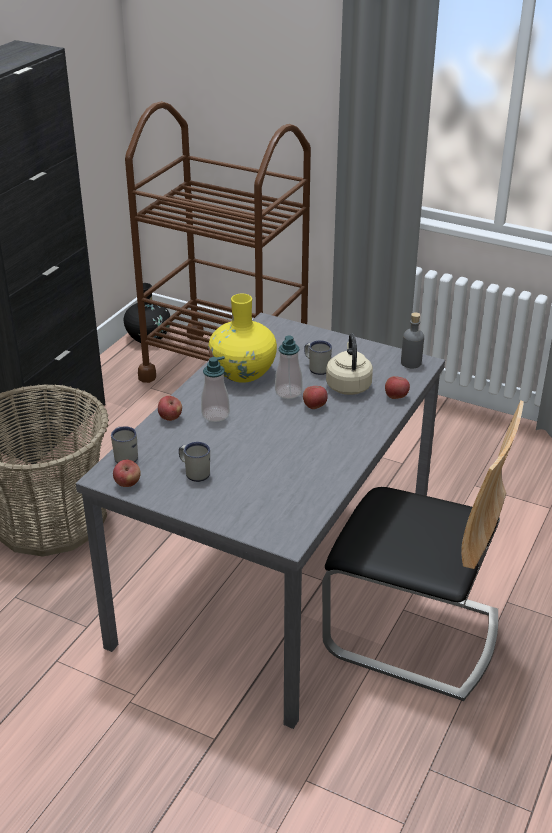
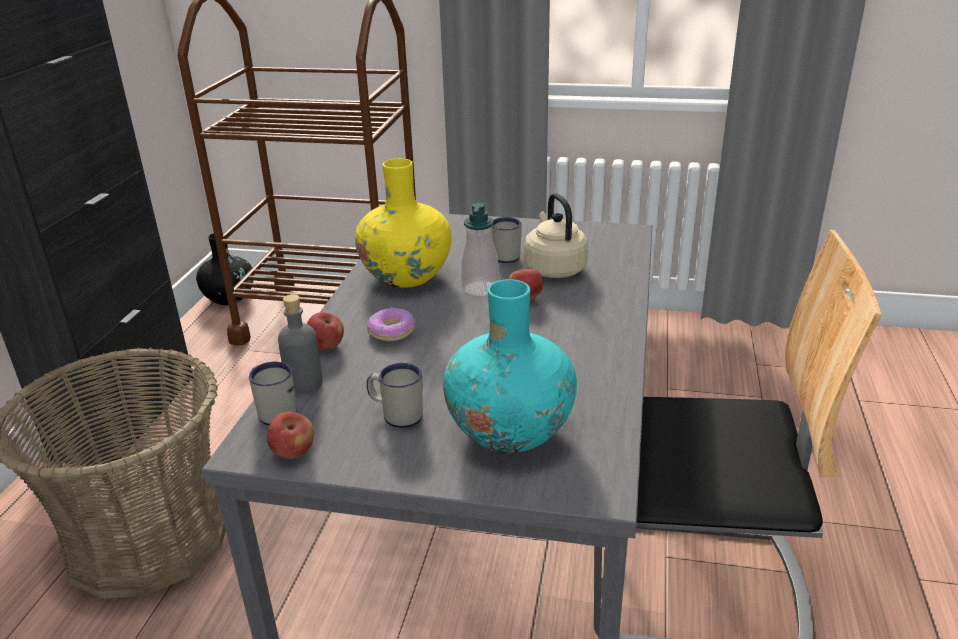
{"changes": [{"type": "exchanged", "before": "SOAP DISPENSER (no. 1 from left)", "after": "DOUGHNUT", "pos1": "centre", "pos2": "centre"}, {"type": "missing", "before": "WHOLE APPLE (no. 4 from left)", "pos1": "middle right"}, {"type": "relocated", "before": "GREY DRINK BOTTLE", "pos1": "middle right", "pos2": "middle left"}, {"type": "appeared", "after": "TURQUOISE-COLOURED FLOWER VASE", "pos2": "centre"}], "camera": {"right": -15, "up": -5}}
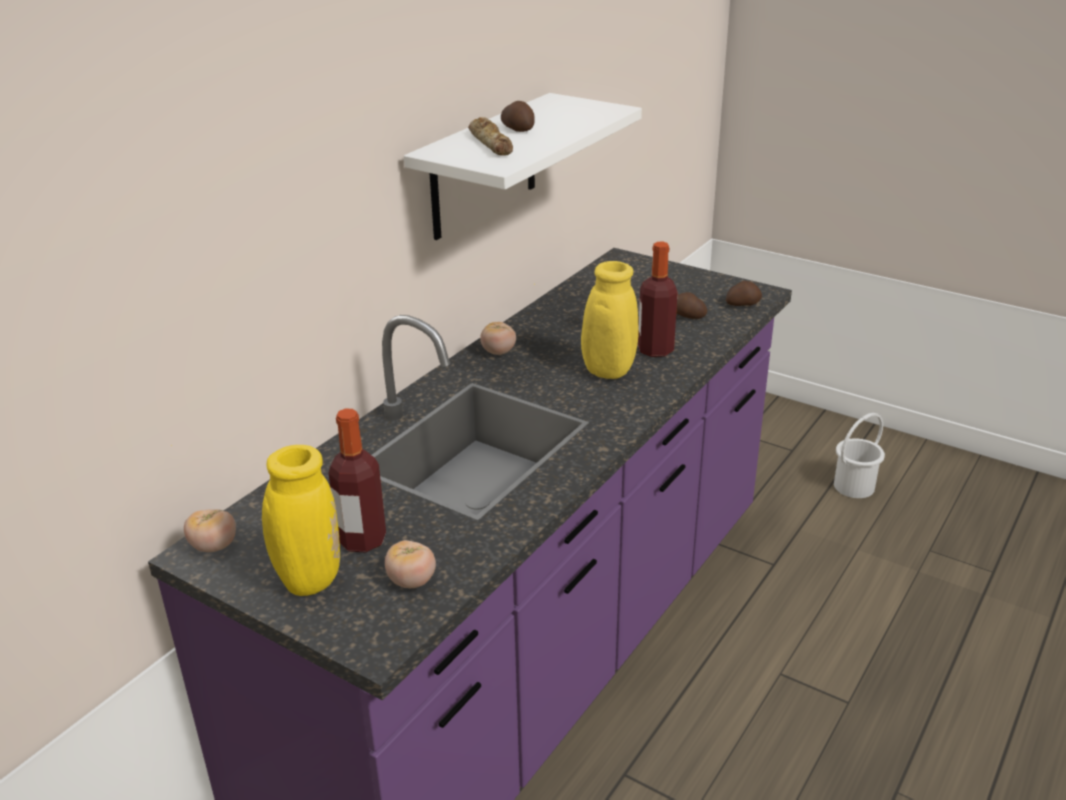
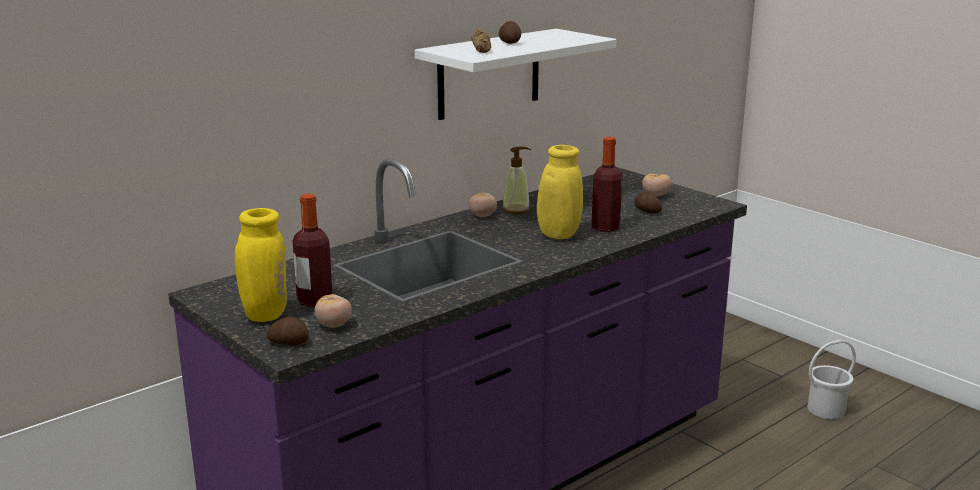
{"changes": [{"type": "relocated", "before": "TOMATO (no. 1 from left in the first image)", "after": "TOMATO (no. 3 from left)", "pos1": "middle left", "pos2": "middle right"}, {"type": "relocated", "before": "SPUD (no. 3 from left in the first image)", "after": "SPUD (no. 1 from left)", "pos1": "middle right", "pos2": "bottom left"}, {"type": "appeared", "after": "SOAP DISPENSER", "pos2": "centre"}], "camera": {"right": 15, "up": -10}}
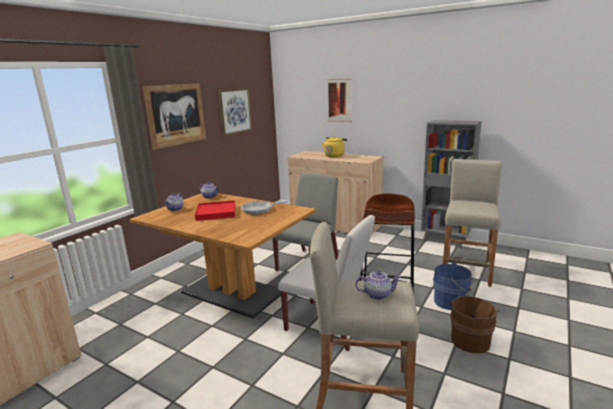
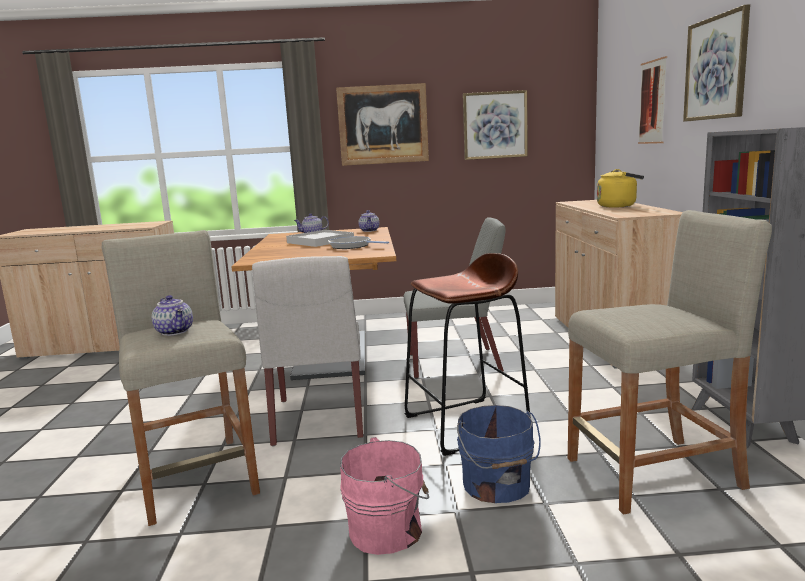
{"changes": [{"type": "colour", "before": "RED-COLOURED CARRYING TRAY", "after": "WHITE-COLOURED CARRYING TRAY", "pos1": "centre", "pos2": "centre"}, {"type": "colour", "before": "BROWNISH PAIL", "after": "PINK PAIL", "pos1": "bottom right", "pos2": "bottom centre"}, {"type": "appeared", "after": "WALL ART (no. 4 from left)", "pos2": "top right"}], "camera": {"right": 55, "up": -5}}
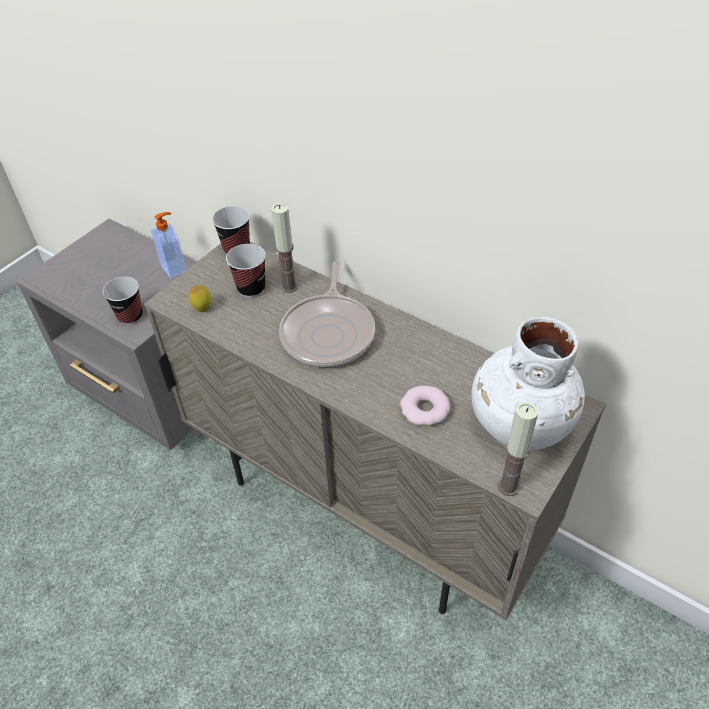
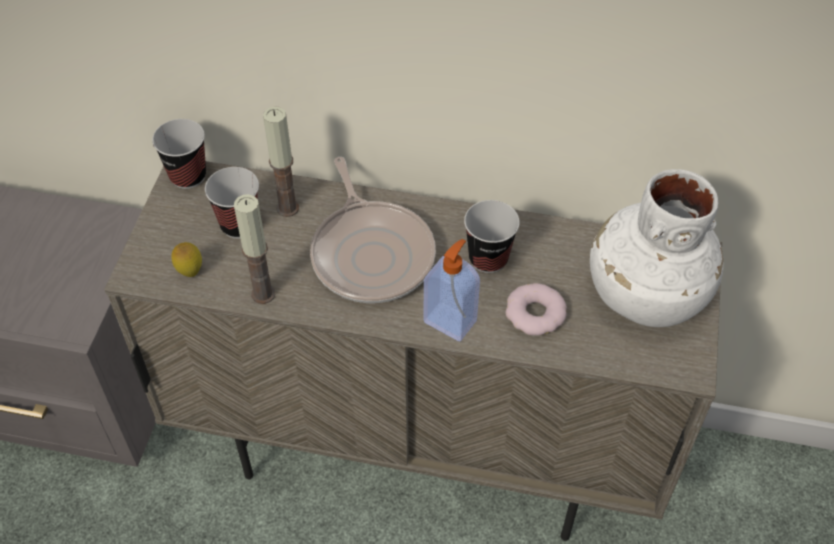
{"changes": [{"type": "relocated", "before": "CUP (no. 1 from left in the first image)", "after": "CUP (no. 3 from left)", "pos1": "middle left", "pos2": "centre"}, {"type": "relocated", "before": "SOAP DISPENSER", "pos1": "middle left", "pos2": "centre"}, {"type": "relocated", "before": "WAX LIGHT (no. 2 from left in the first image)", "after": "WAX LIGHT (no. 1 from left)", "pos1": "middle right", "pos2": "middle left"}], "camera": {"right": -25, "up": 5}}
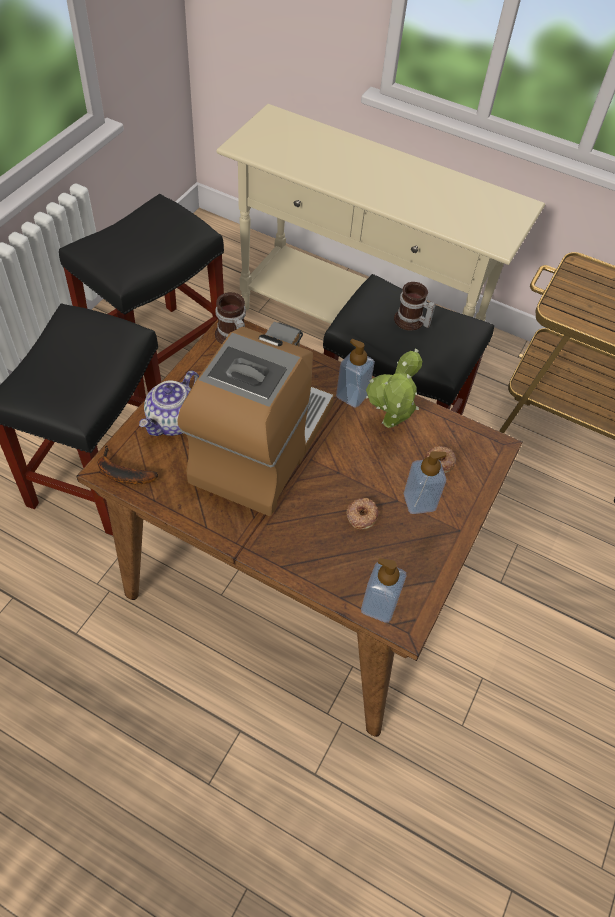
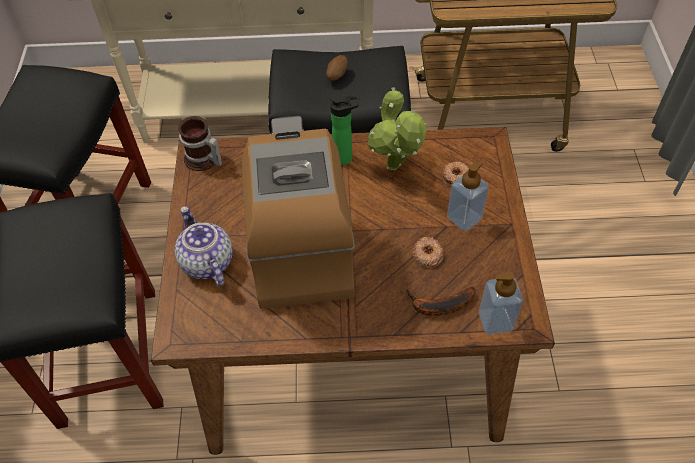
{"changes": [{"type": "relocated", "before": "BANANA", "pos1": "middle left", "pos2": "centre"}, {"type": "spun", "before": "POT FOR TEA", "pos1": "middle left", "pos2": "middle left", "turn": 150}, {"type": "exchanged", "before": "SOAP DISPENSER (no. 1 from left)", "after": "DRINK BOTTLE", "pos1": "centre", "pos2": "top centre"}, {"type": "exchanged", "before": "MUG (no. 2 from left)", "after": "SPUD", "pos1": "middle right", "pos2": "top centre"}], "camera": {"right": -25, "up": 0}}
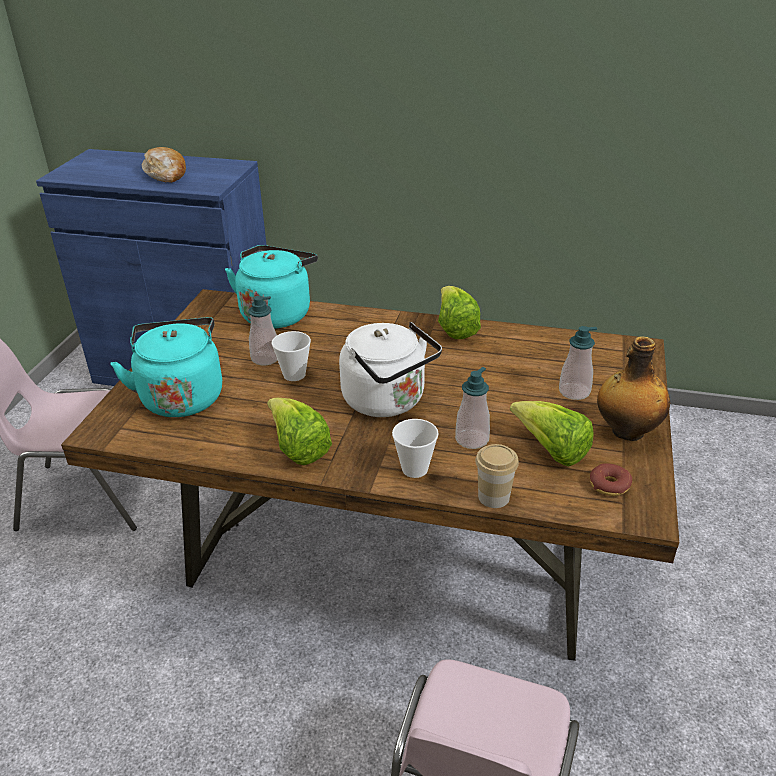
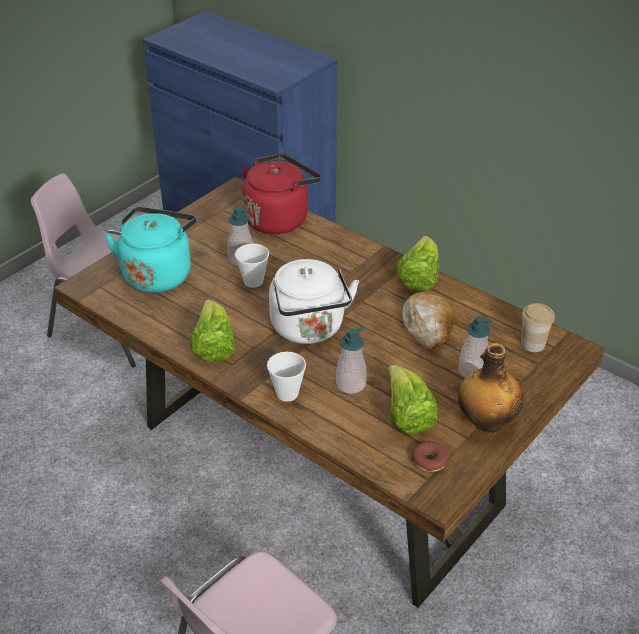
{"changes": [{"type": "relocated", "before": "BREAD", "pos1": "top left", "pos2": "middle right"}, {"type": "colour", "before": "TURQUOISE-COLOURED TEA KETTLE (no. 2 from left)", "after": "RED-COLOURED TEA KETTLE", "pos1": "centre", "pos2": "top centre"}, {"type": "relocated", "before": "CUP (no. 3 from left)", "pos1": "centre", "pos2": "middle right"}], "camera": {"right": 25, "up": 5}}
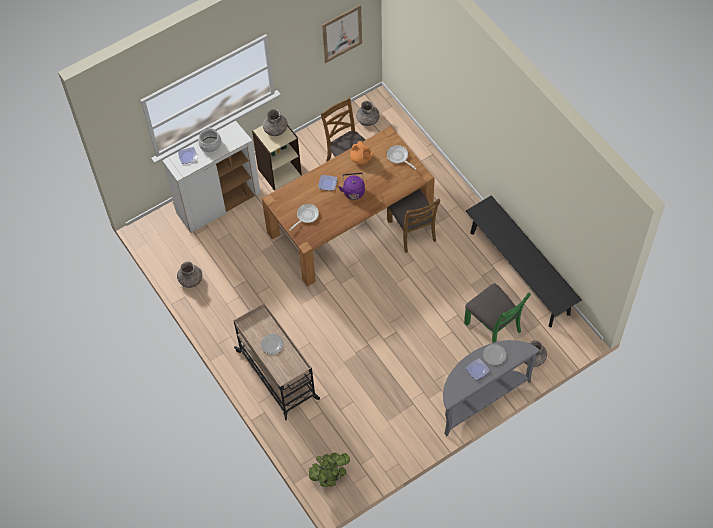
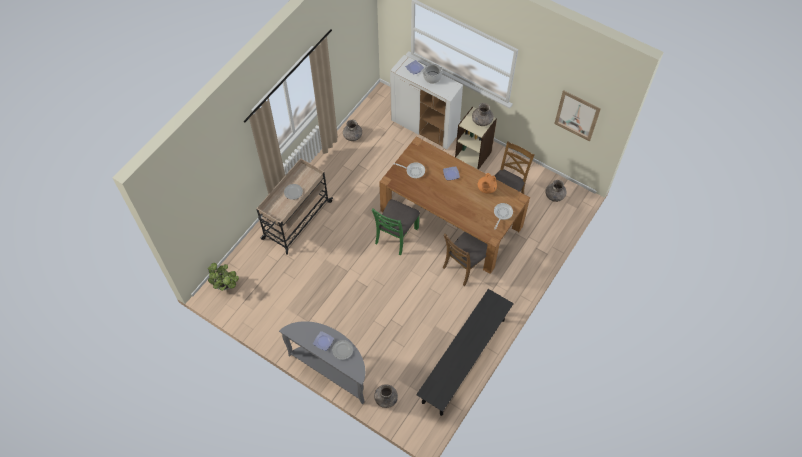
{"changes": [{"type": "missing", "before": "PURPLISH TEA KETTLE", "pos1": "centre"}, {"type": "relocated", "before": "GREEN-COLOURED CHAIR", "pos1": "middle right", "pos2": "centre"}], "camera": {"right": 65, "up": 0}}
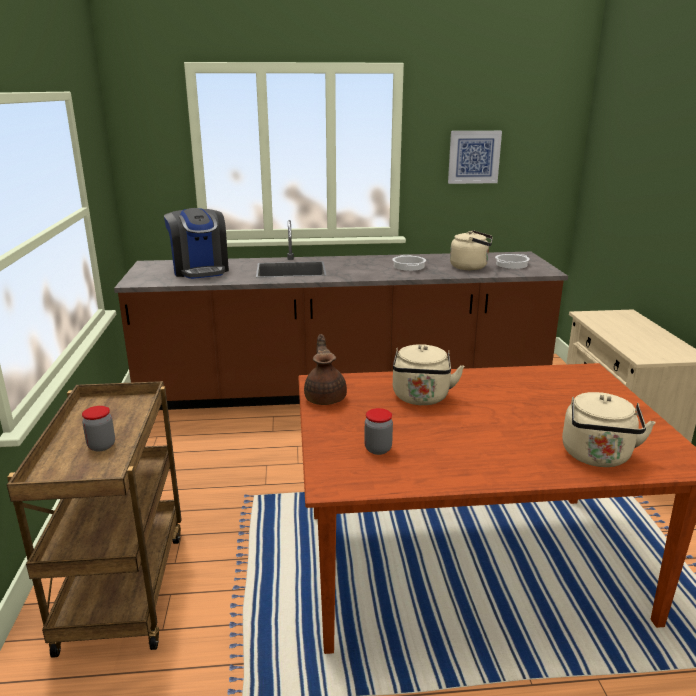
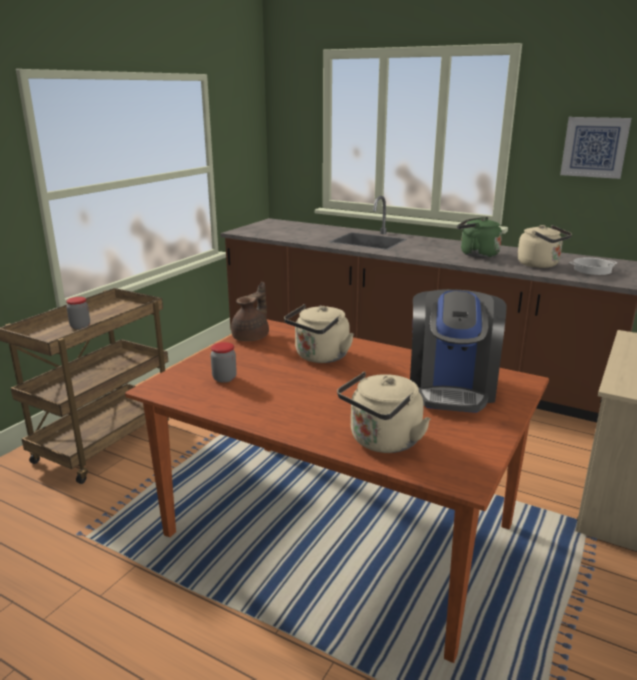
{"changes": [{"type": "relocated", "before": "COFFEE MACHINE", "pos1": "middle left", "pos2": "middle right"}, {"type": "exchanged", "before": "SAUCEPOT (no. 1 from left)", "after": "GREEN-COLOURED TEA KETTLE", "pos1": "centre", "pos2": "middle right"}], "camera": {"right": 35, "up": 0}}
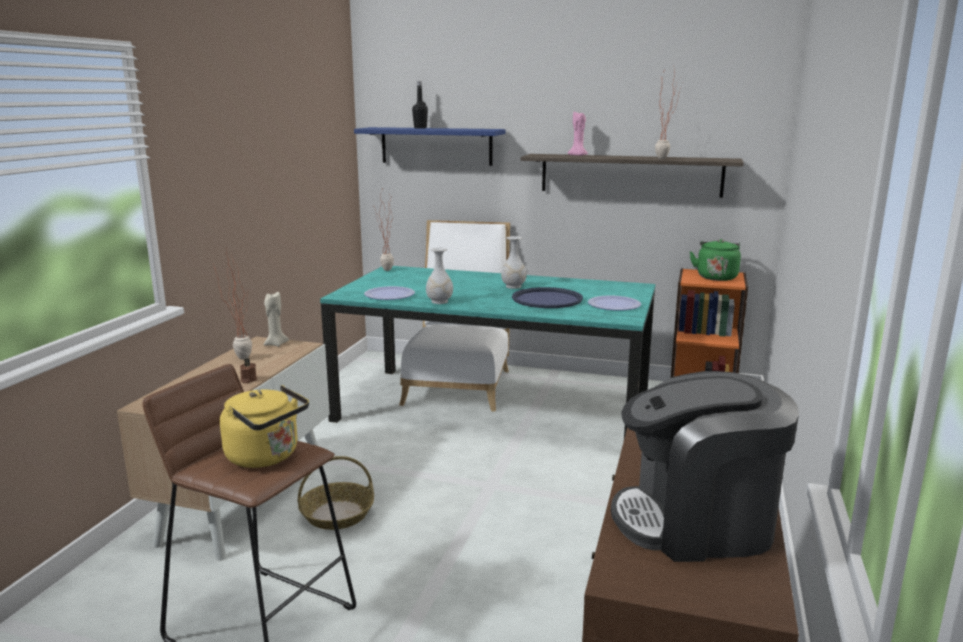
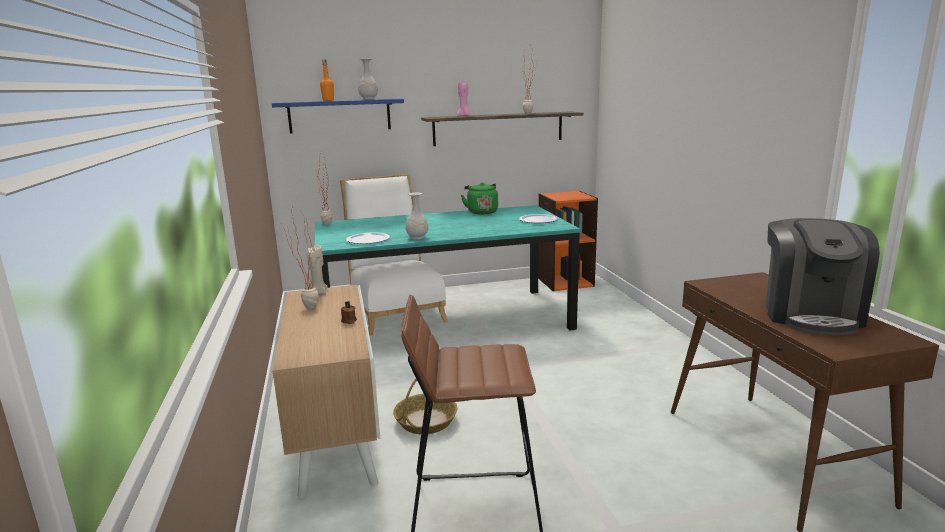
{"changes": [{"type": "missing", "before": "YELLOWISH TEA KETTLE", "pos1": "middle left"}, {"type": "colour", "before": "BLACK-COLOURED DRINK BOTTLE", "after": "ORANGE DRINK BOTTLE", "pos1": "top centre", "pos2": "top centre"}, {"type": "relocated", "before": "WHITE-COLOURED FLOWER VASE (no. 2 from left in the first image)", "after": "WHITE-COLOURED FLOWER VASE (no. 1 from left)", "pos1": "centre", "pos2": "top centre"}, {"type": "missing", "before": "BLUISH CARRYING TRAY", "pos1": "centre"}, {"type": "spun", "before": "COFFEE MACHINE", "pos1": "bottom right", "pos2": "middle right", "turn": -45}, {"type": "relocated", "before": "GREEN-COLOURED TEA KETTLE", "pos1": "middle right", "pos2": "centre"}], "camera": {"right": -30, "up": 0}}
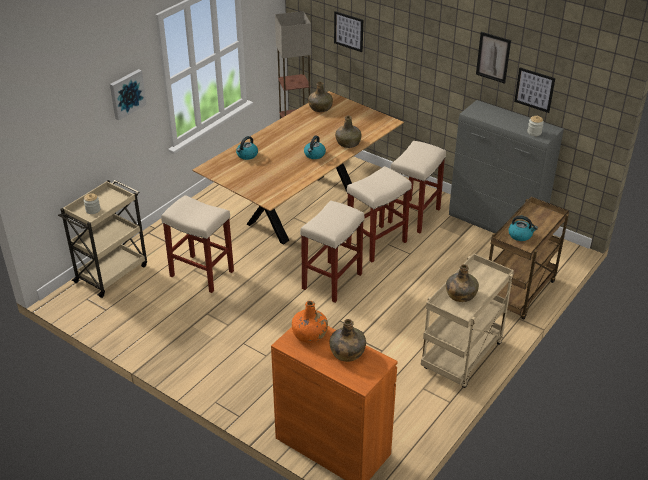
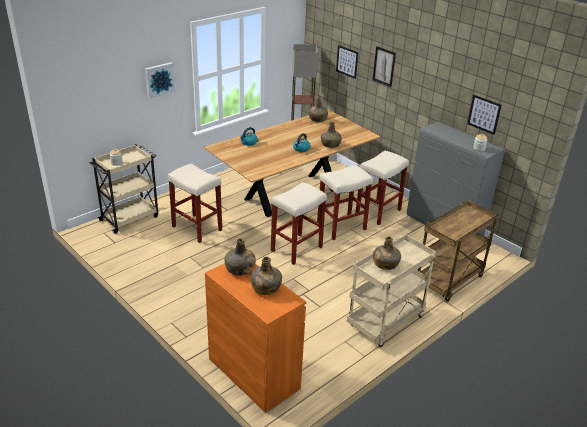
{"changes": [{"type": "colour", "before": "ORANGE DRINK BOTTLE", "after": "GREEN-COLOURED DRINK BOTTLE (no. 1 from left)", "pos1": "bottom centre", "pos2": "centre"}, {"type": "relocated", "before": "WALL ART (no. 3 from left)", "pos1": "top right", "pos2": "top centre"}, {"type": "missing", "before": "TEA KETTLE (no. 3 from left)", "pos1": "middle right"}], "camera": {"right": 10, "up": -5}}
